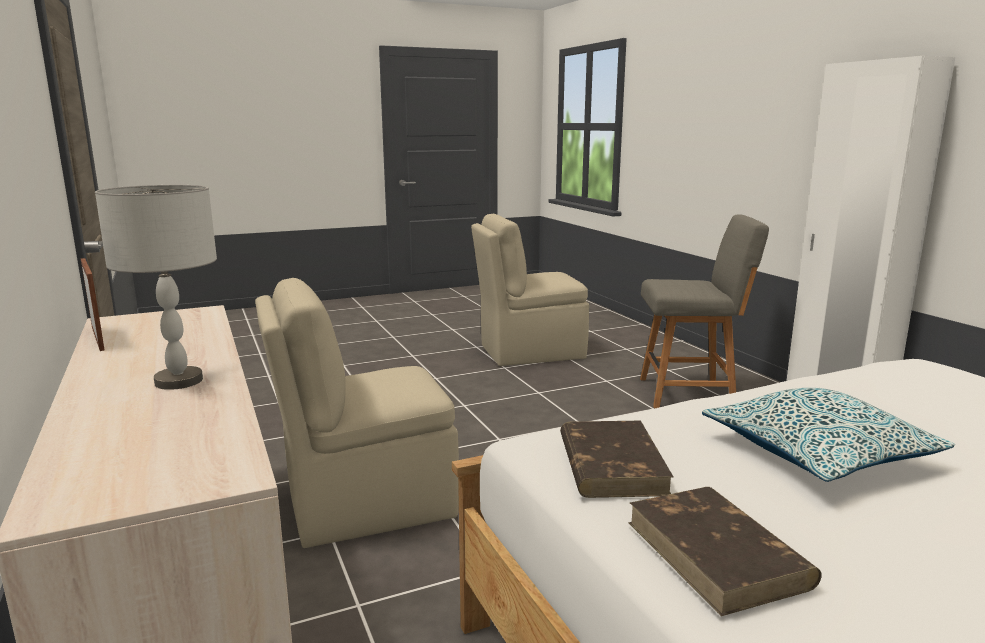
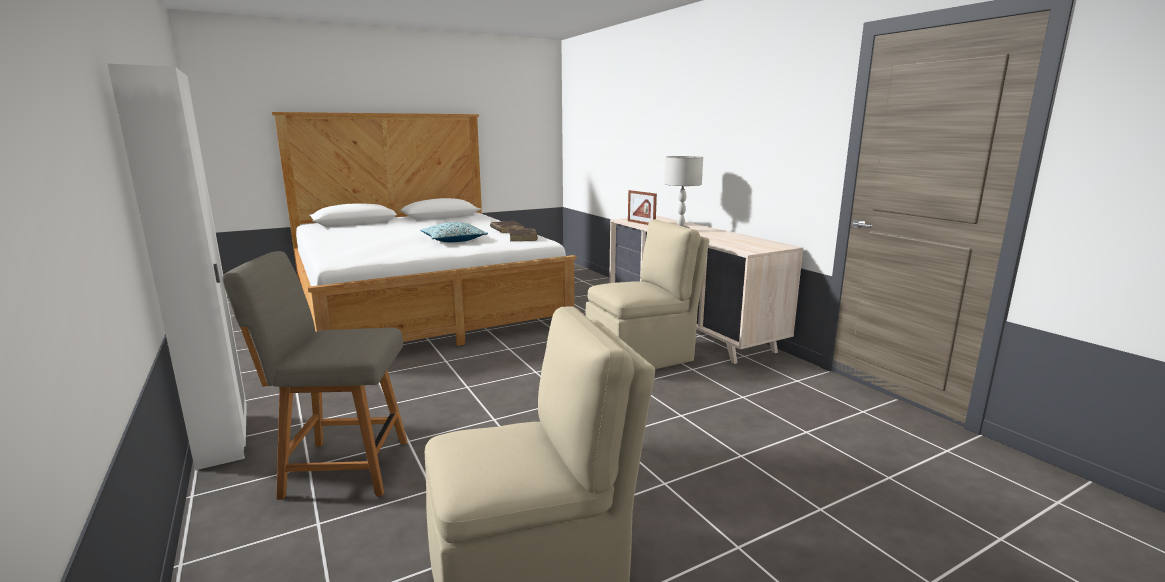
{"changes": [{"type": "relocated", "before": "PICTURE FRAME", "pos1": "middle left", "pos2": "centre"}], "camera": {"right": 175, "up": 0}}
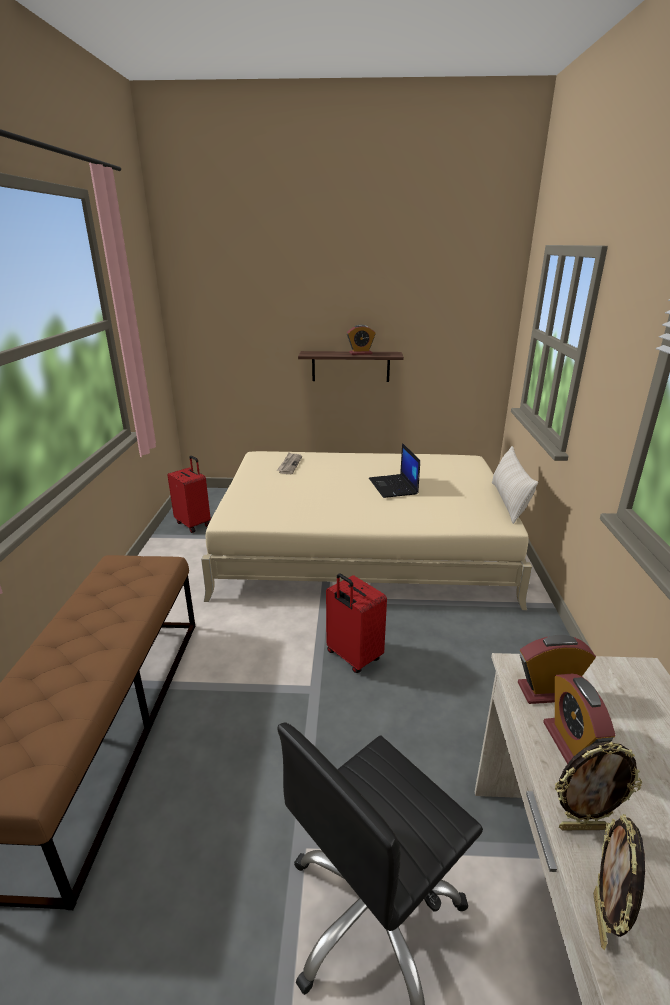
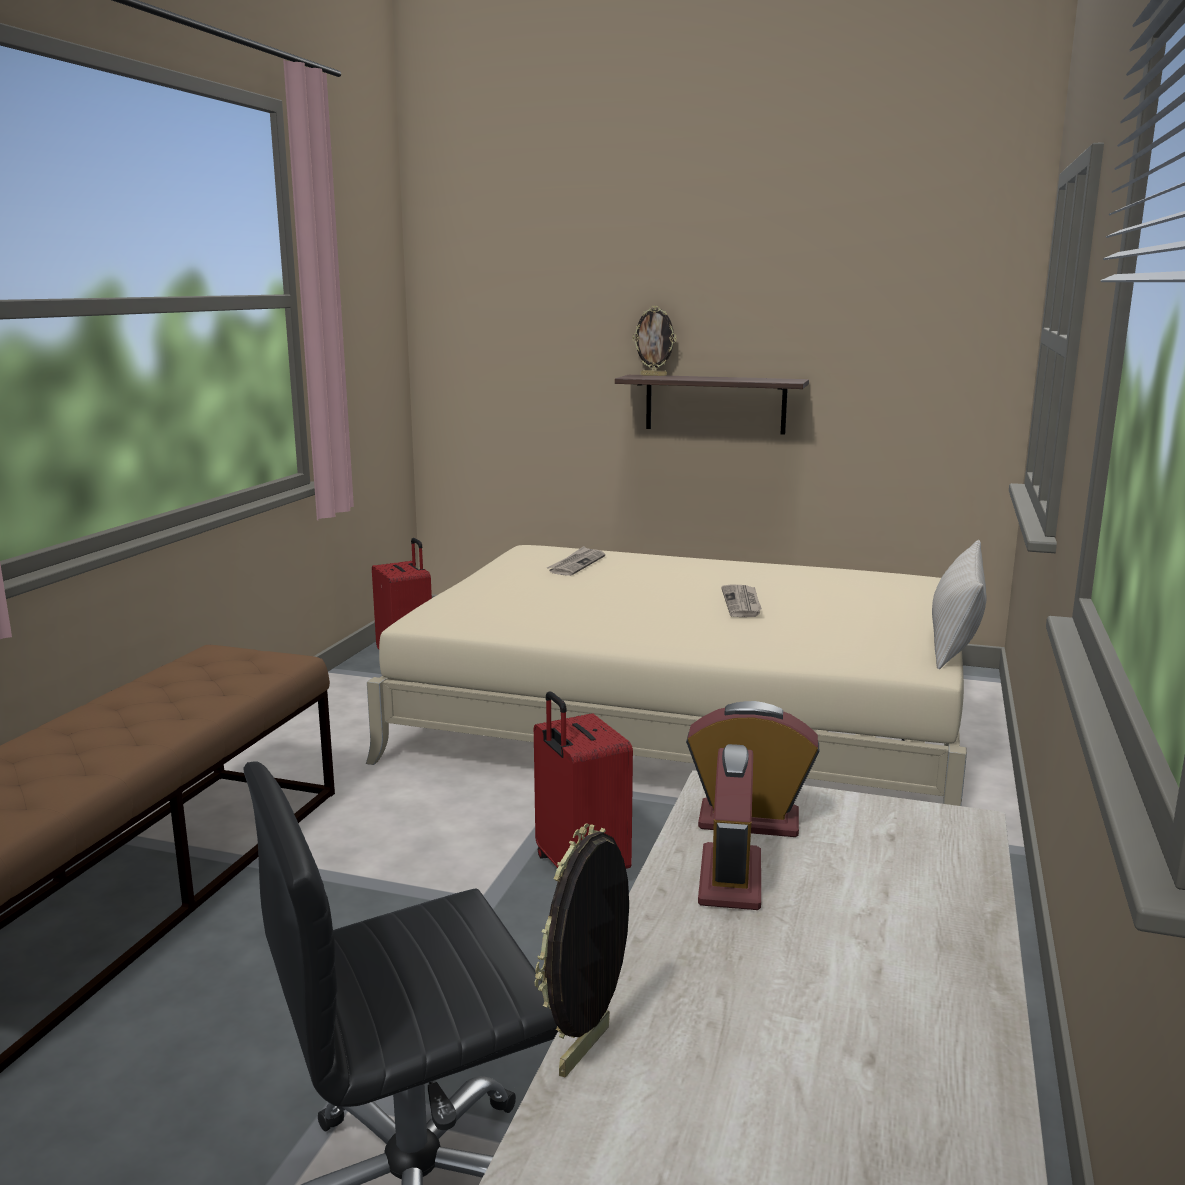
{"changes": [{"type": "missing", "before": "TABLE CLOCK (no. 1 from left)", "pos1": "centre"}, {"type": "exchanged", "before": "NOTEBOOK COMPUTER", "after": "DAILY PAPER (no. 2 from left)", "pos1": "centre", "pos2": "centre"}, {"type": "relocated", "before": "PICTURE FRAME (no. 1 from left in the first image)", "after": "PICTURE FRAME (no. 2 from left)", "pos1": "bottom right", "pos2": "top centre"}], "camera": {"right": 15, "up": -10}}
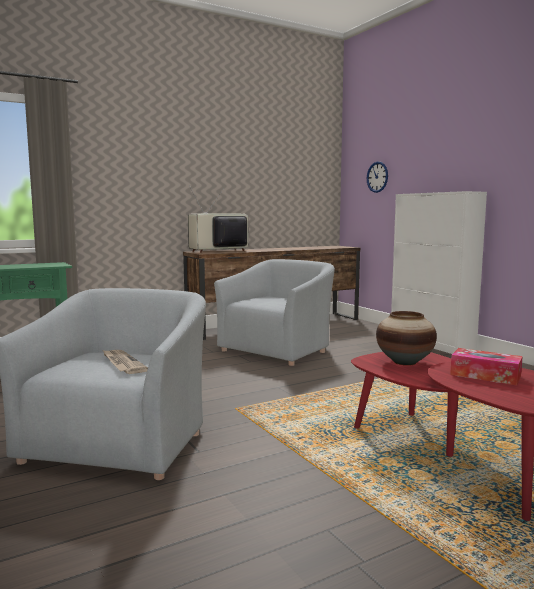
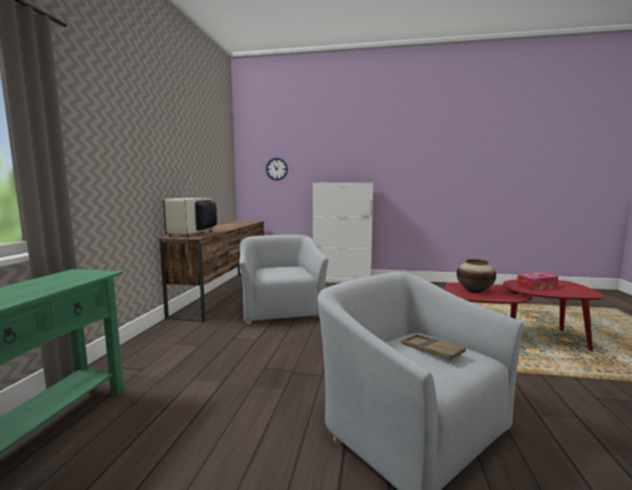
{"changes": [{"type": "exchanged", "before": "DAILY PAPER", "after": "BROWNISH CARRYING TRAY", "pos1": "middle left", "pos2": "bottom right"}], "camera": {"right": -50, "up": 0}}
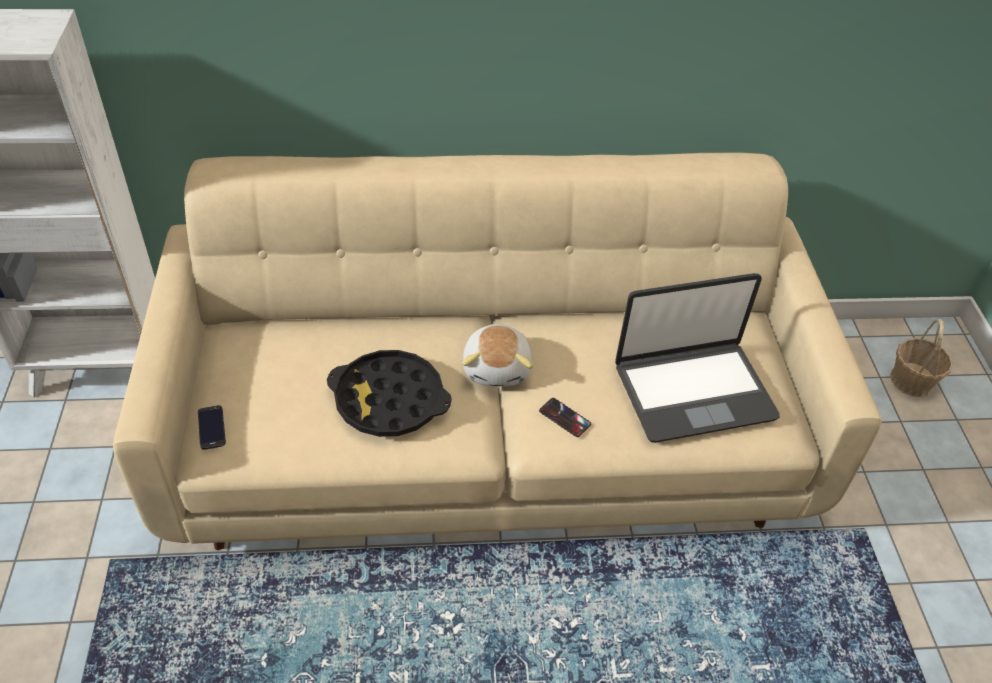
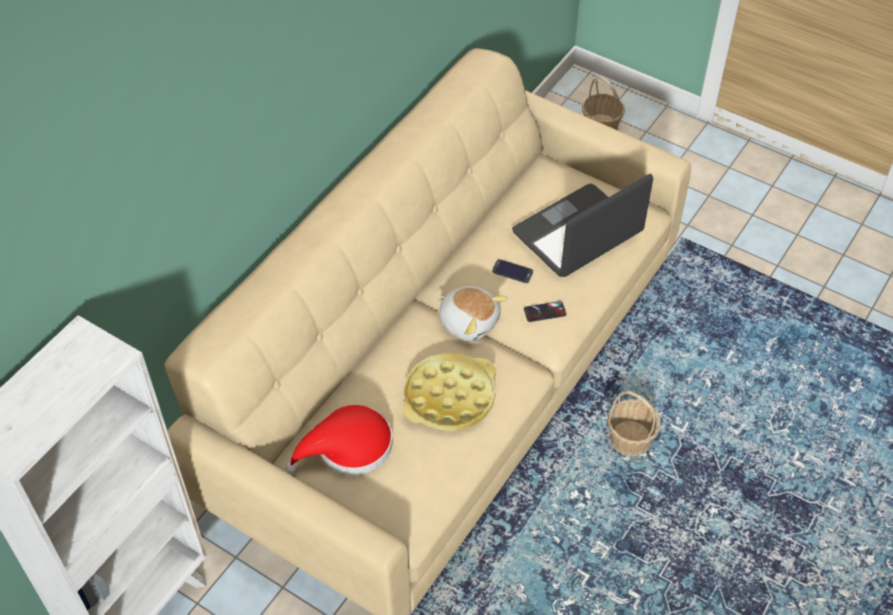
{"changes": [{"type": "relocated", "before": "PHONE (no. 1 from left)", "pos1": "middle left", "pos2": "centre"}, {"type": "colour", "before": "BLACK-COLOURED CARRYING TRAY", "after": "YELLOWISH CARRYING TRAY", "pos1": "centre", "pos2": "centre"}, {"type": "spun", "before": "NOTEBOOK COMPUTER", "pos1": "middle right", "pos2": "centre", "turn": -150}, {"type": "appeared", "after": "RED-COLOURED HAT", "pos2": "bottom centre"}, {"type": "appeared", "after": "STORAGE BASKET (no. 2 from left)", "pos2": "bottom right"}], "camera": {"right": -50, "up": 5}}
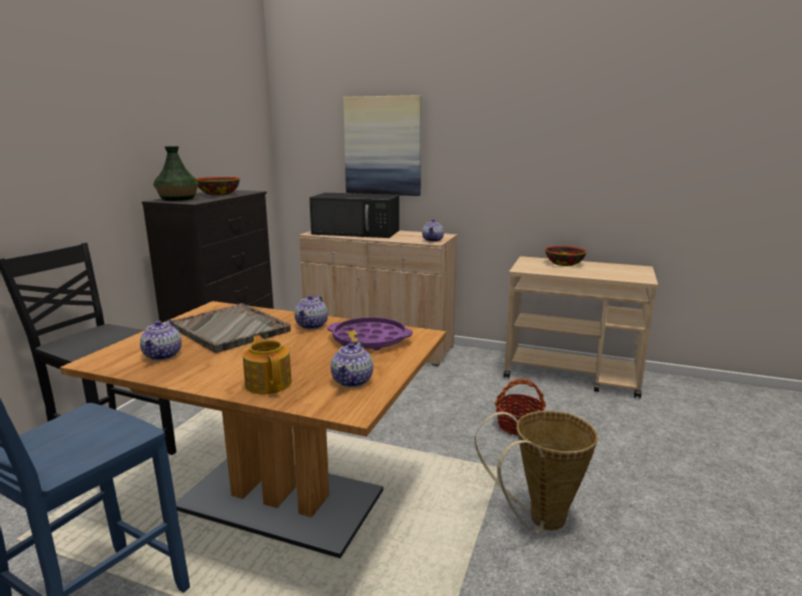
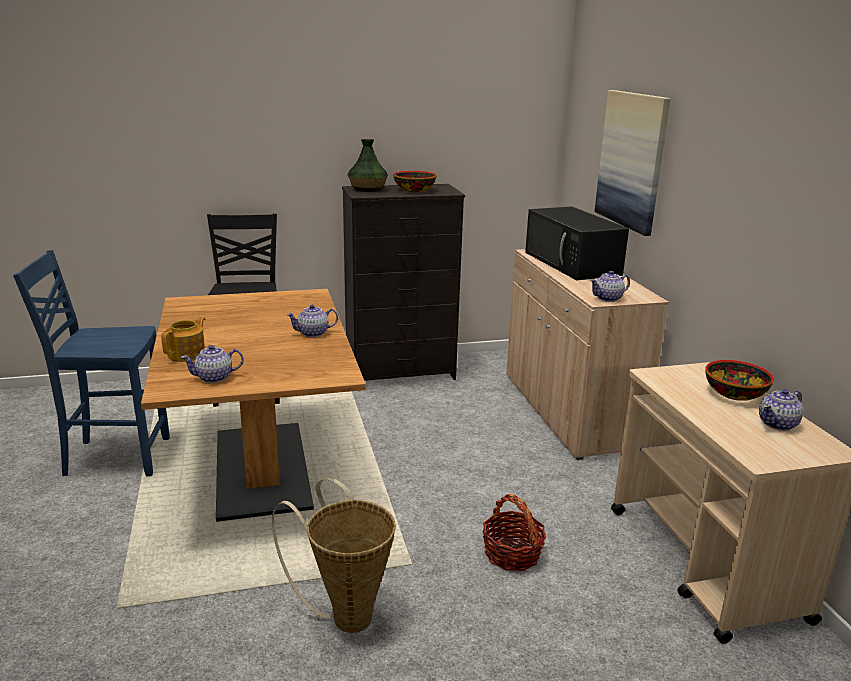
{"changes": [{"type": "relocated", "before": "POT FOR TEA (no. 1 from left in the first image)", "after": "POT FOR TEA (no. 5 from left)", "pos1": "middle left", "pos2": "middle right"}, {"type": "missing", "before": "GREY CARRYING TRAY", "pos1": "middle left"}, {"type": "missing", "before": "PURPLISH CARRYING TRAY", "pos1": "centre"}], "camera": {"right": 55, "up": 5}}
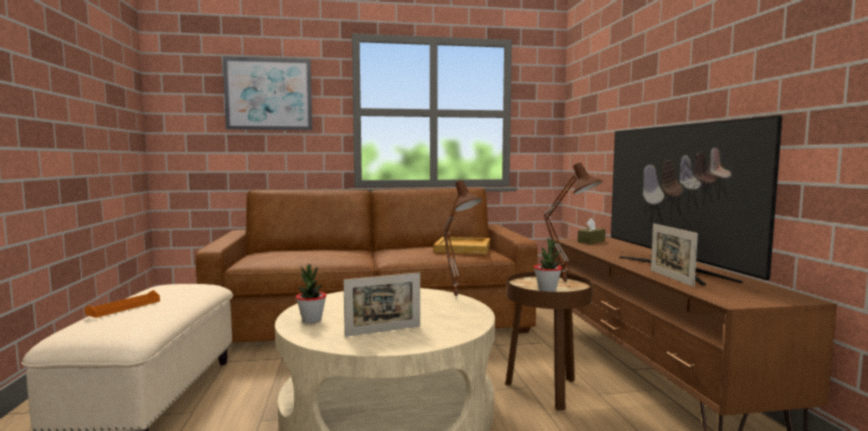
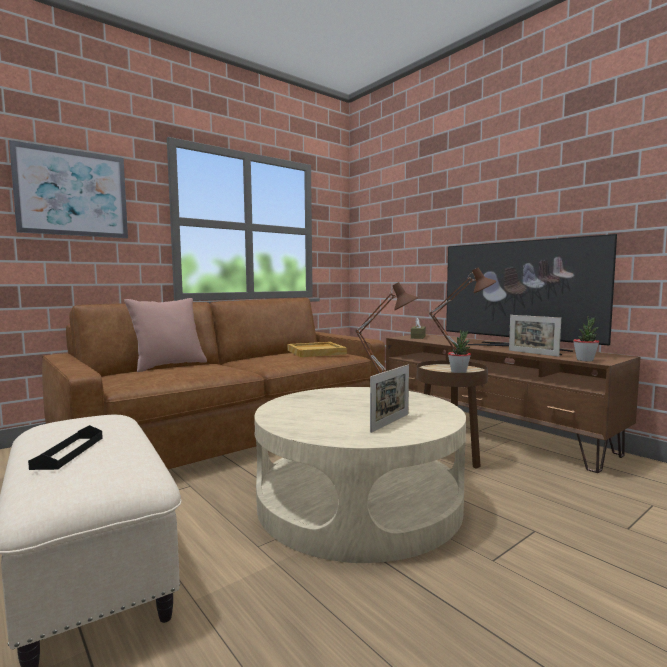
{"changes": [{"type": "colour", "before": "ORANGE CARRYING TRAY", "after": "BLACK-COLOURED CARRYING TRAY", "pos1": "bottom left", "pos2": "bottom left"}, {"type": "relocated", "before": "HOUSEPLANT (no. 1 from left in the first image)", "after": "HOUSEPLANT (no. 2 from left)", "pos1": "bottom centre", "pos2": "middle right"}, {"type": "appeared", "after": "PINK PILLOW", "pos2": "middle left"}], "camera": {"right": -30, "up": 0}}
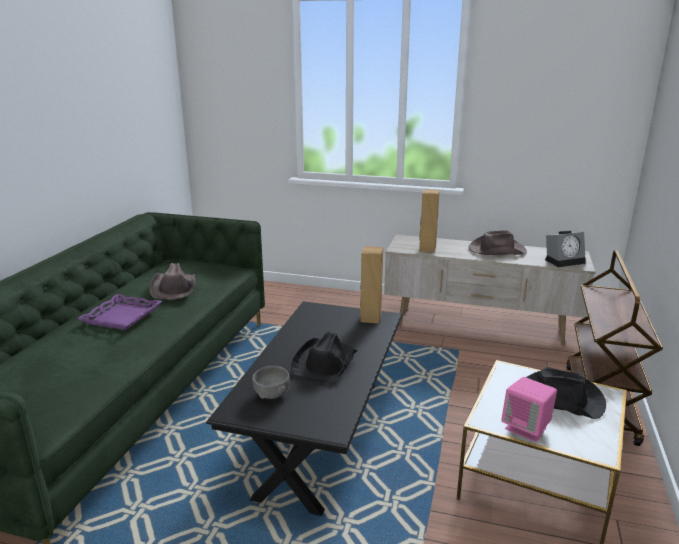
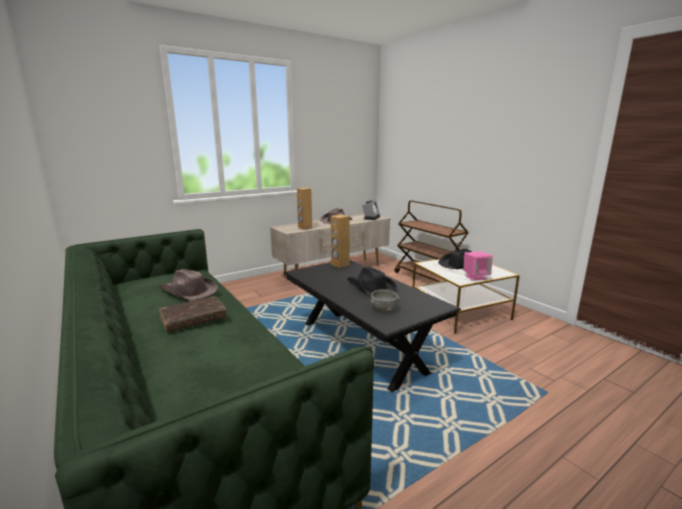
{"changes": [{"type": "exchanged", "before": "PURPLISH CARRYING TRAY", "after": "BROWNISH BOOK", "pos1": "middle left", "pos2": "middle left"}], "camera": {"right": -50, "up": -5}}
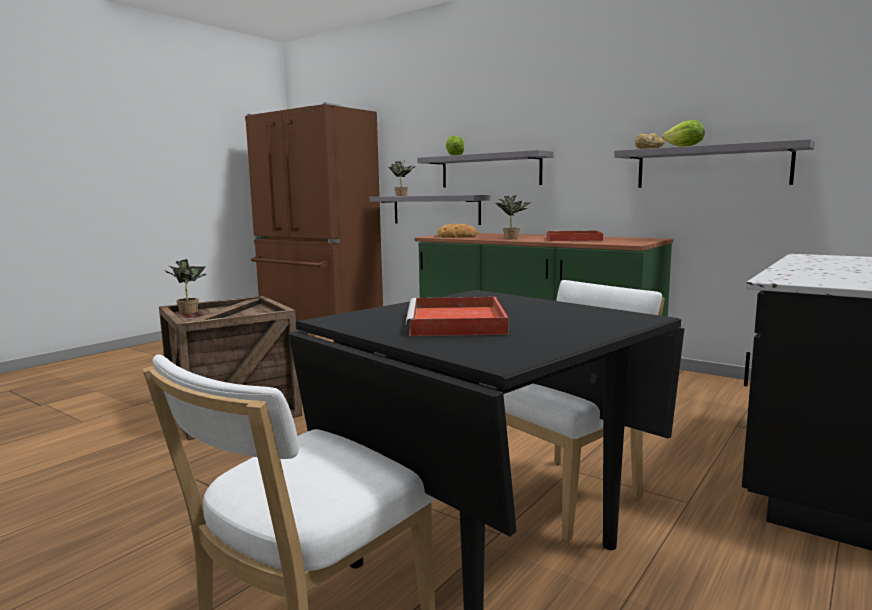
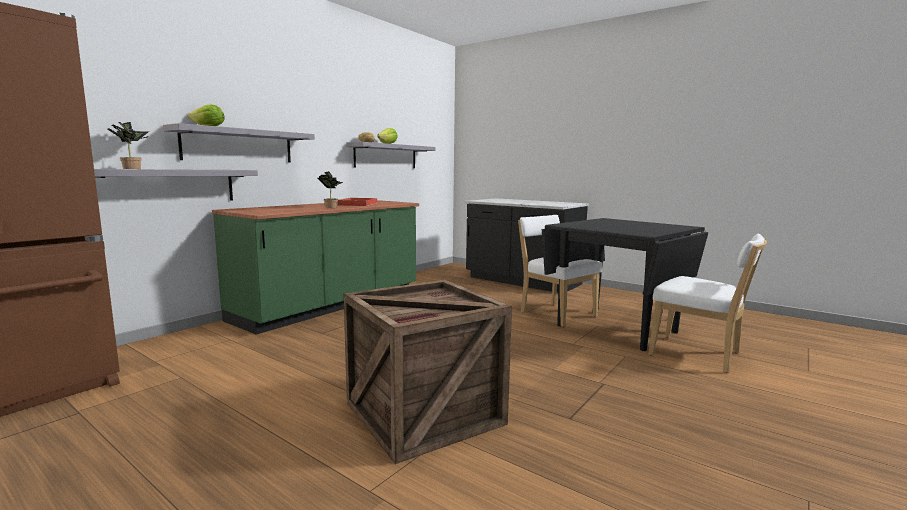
{"changes": [{"type": "missing", "before": "HOUSEPLANT (no. 1 from left)", "pos1": "middle left"}, {"type": "missing", "before": "RED-COLOURED CARRYING TRAY (no. 1 from left)", "pos1": "centre"}, {"type": "missing", "before": "BREAD (no. 1 from left)", "pos1": "centre"}], "camera": {"right": -90, "up": 0}}
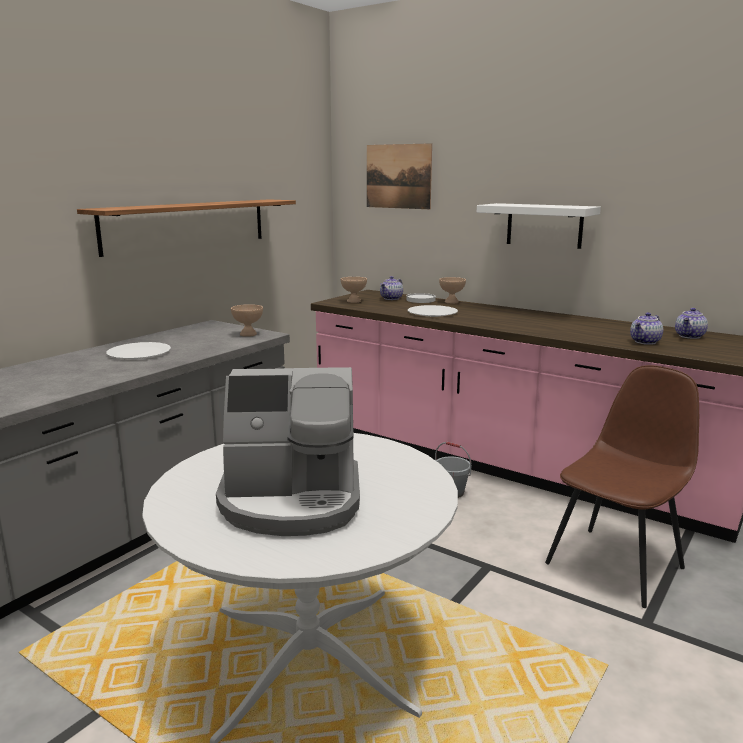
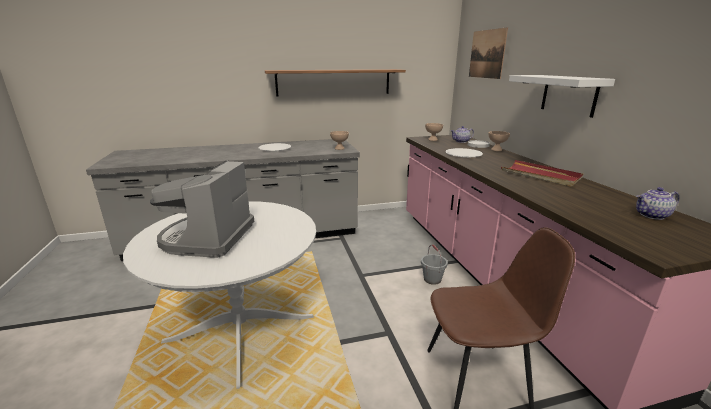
{"changes": [{"type": "spun", "before": "COFFEE MACHINE", "pos1": "centre", "pos2": "middle left", "turn": 60}, {"type": "missing", "before": "POT FOR TEA (no. 2 from left)", "pos1": "middle right"}, {"type": "appeared", "after": "RED-COLOURED CARRYING TRAY", "pos2": "middle right"}], "camera": {"right": 40, "up": 5}}
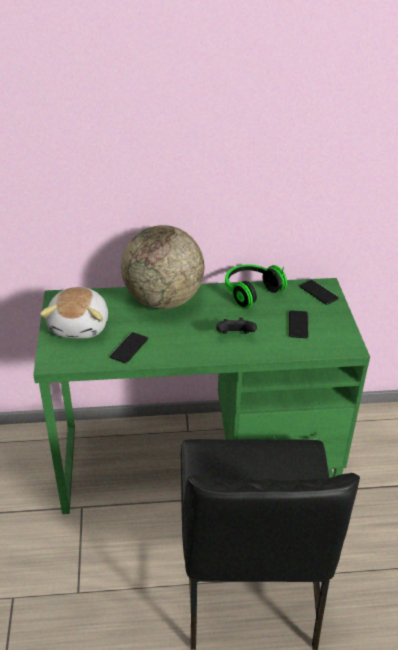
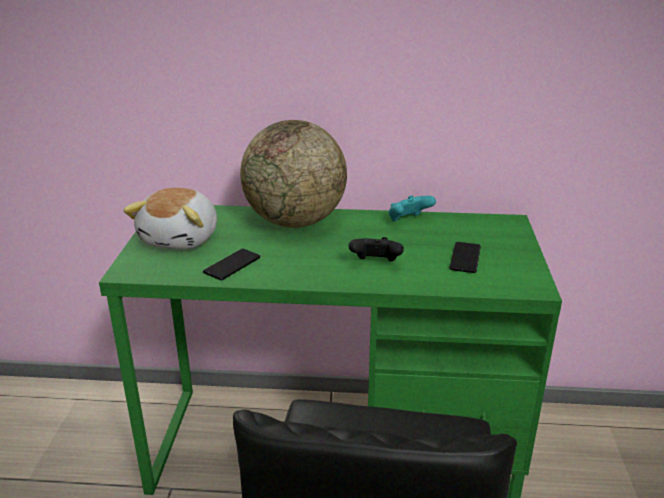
{"changes": [{"type": "exchanged", "before": "HEADPHONES", "after": "TURQUOISE-COLOURED GAMEPAD", "pos1": "centre", "pos2": "centre"}, {"type": "missing", "before": "PHONE (no. 3 from left)", "pos1": "middle right"}], "camera": {"right": 10, "up": -10}}
